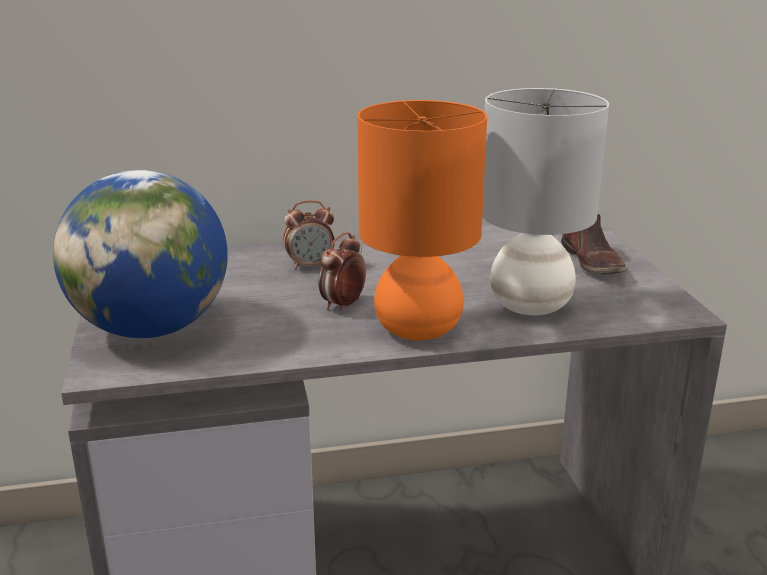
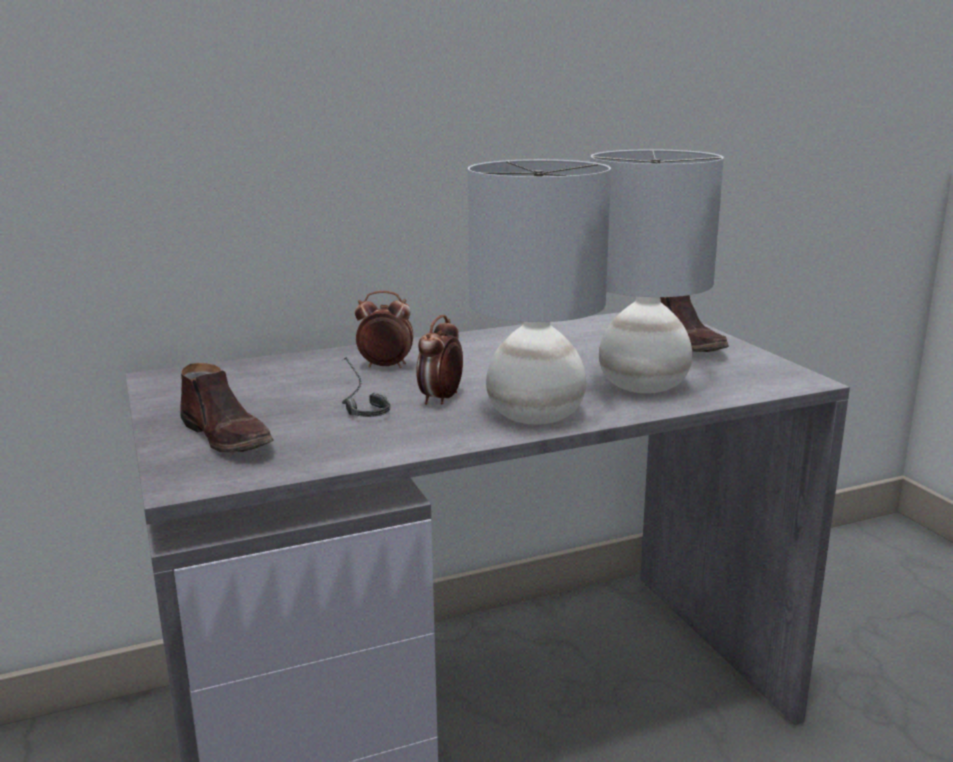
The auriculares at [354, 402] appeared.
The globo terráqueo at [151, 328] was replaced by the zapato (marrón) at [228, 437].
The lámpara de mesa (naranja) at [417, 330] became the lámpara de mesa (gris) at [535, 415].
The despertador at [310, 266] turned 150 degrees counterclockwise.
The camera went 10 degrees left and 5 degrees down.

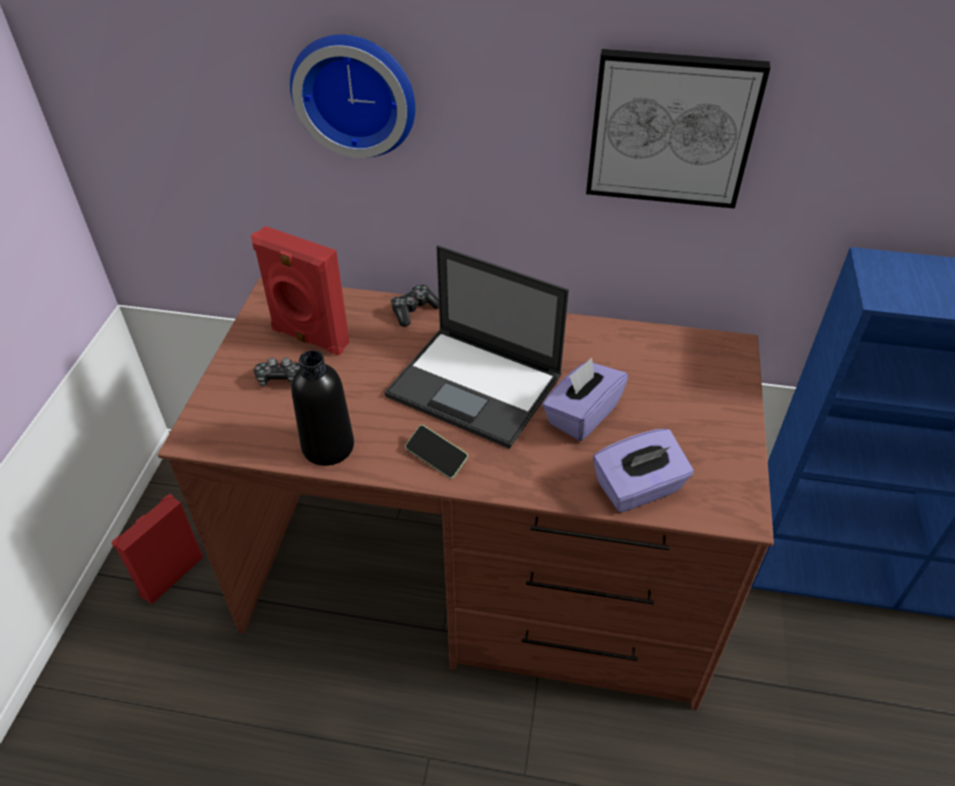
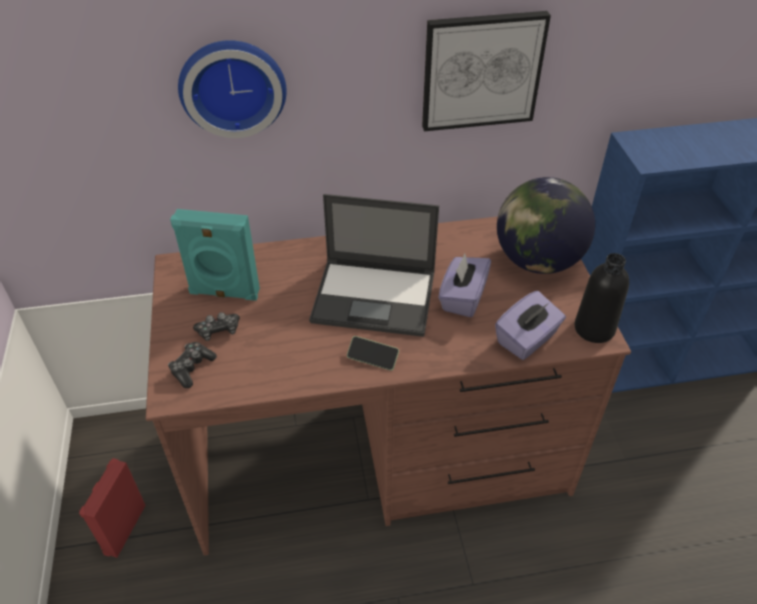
The globo terráqueo at [537, 261] appeared.
The botella (negro) moved from [328, 446] to [594, 328].
The mando de consola moved from [414, 310] to [192, 368].
The altavoz (rojo) at [309, 338] became the altavoz (turquesa) at [224, 293].
The camera went 20 degrees left and 0 degrees up.

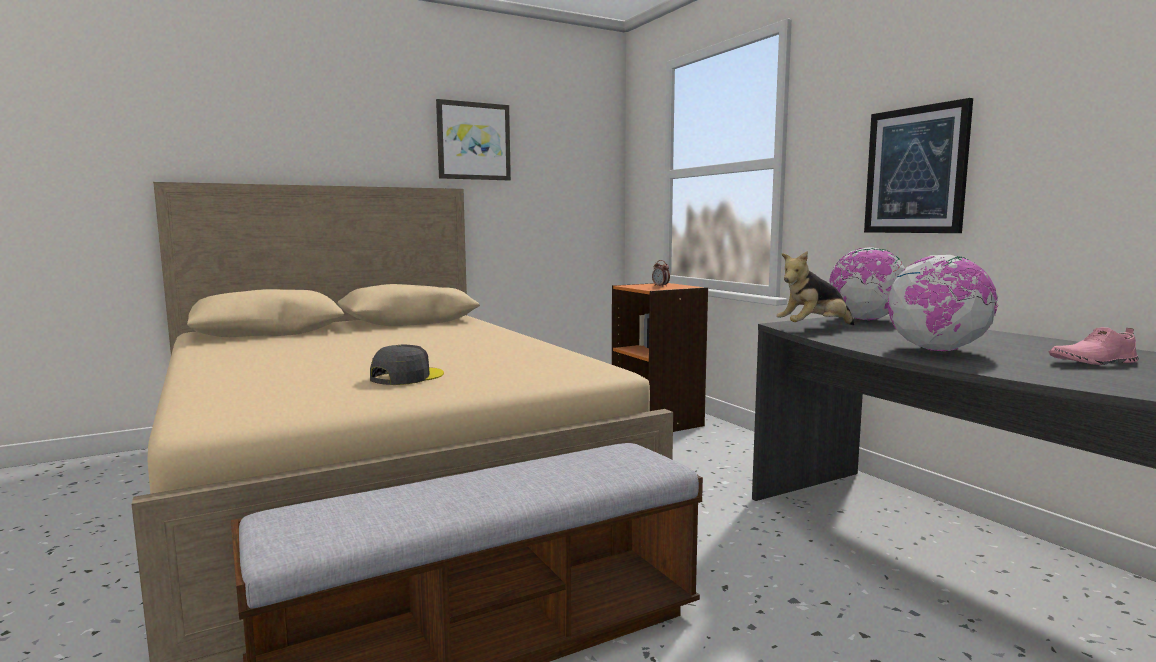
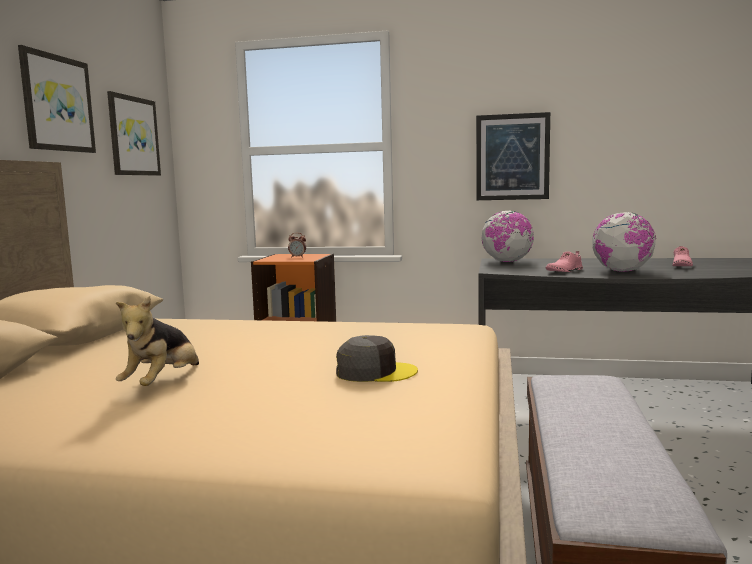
The cuadro at [133, 136] appeared.
The zapato (rosa) at [564, 271] appeared.
The peluche moved from [814, 328] to [163, 383].
The gorra (gris) at [406, 377] turned 105 degrees clockwise.
The camera went 50 degrees left and 0 degrees up.

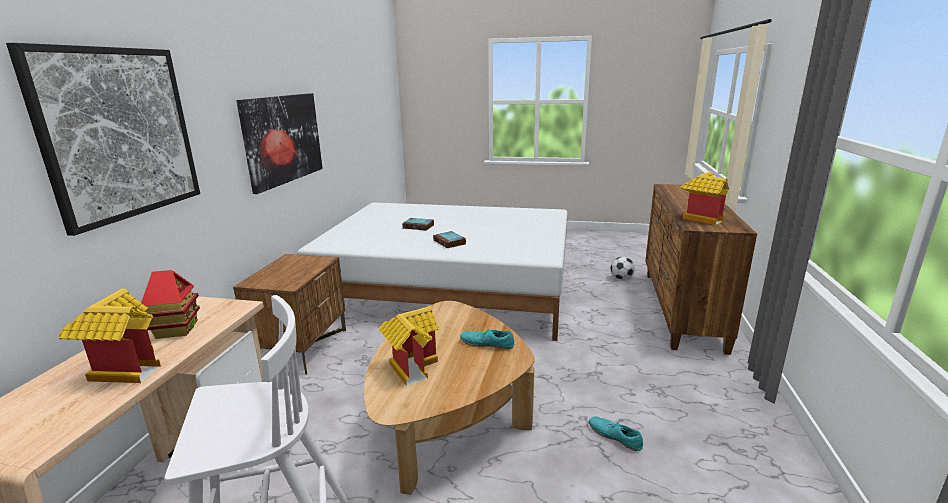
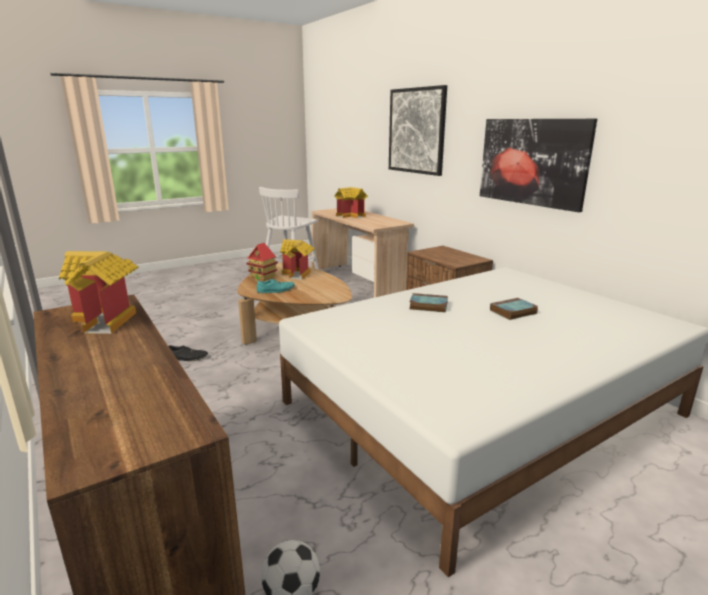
The casita moved from [177, 329] to [263, 277].
The zapato (turquesa) at [615, 436] became the zapato (negro) at [187, 358].
The camera went 135 degrees right and 0 degrees up.

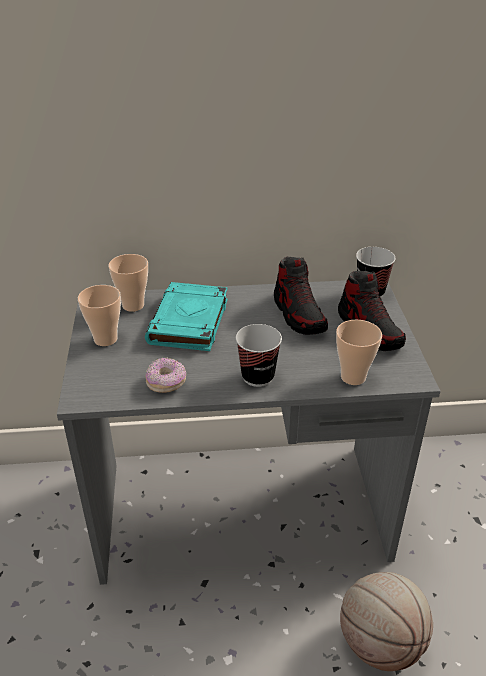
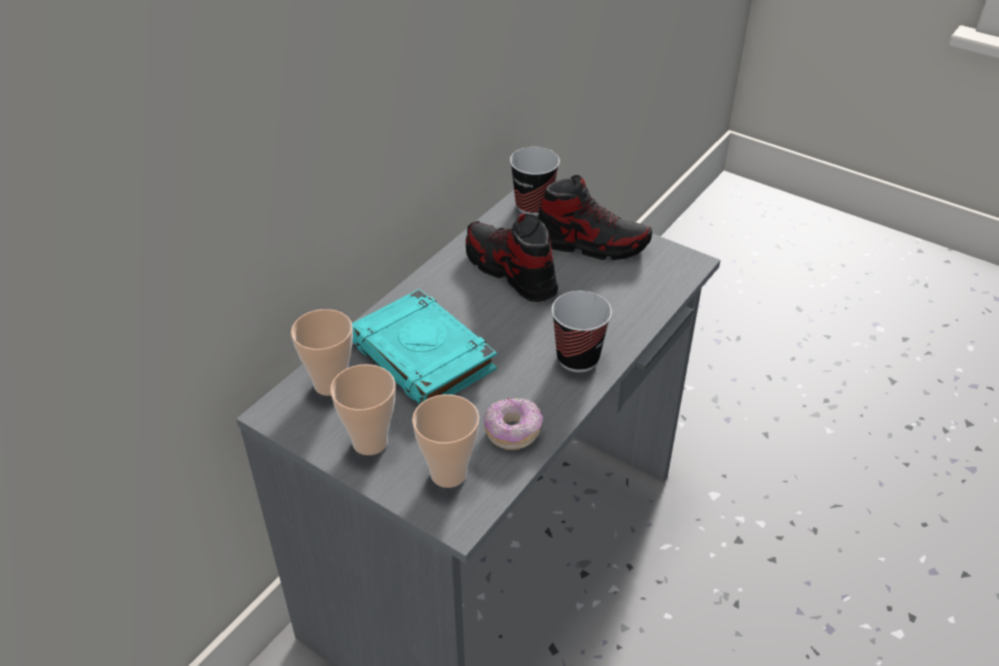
The balón de baloncesto at [380, 642] disappeared.
The taza moved from [353, 377] to [448, 473].
The zapato at [299, 314] turned 150 degrees counterclockwise.
The camera went 50 degrees left and 5 degrees up.

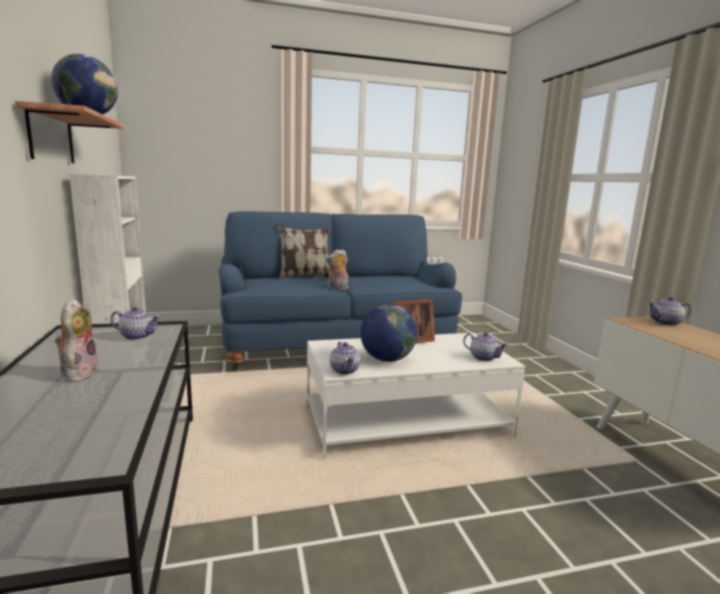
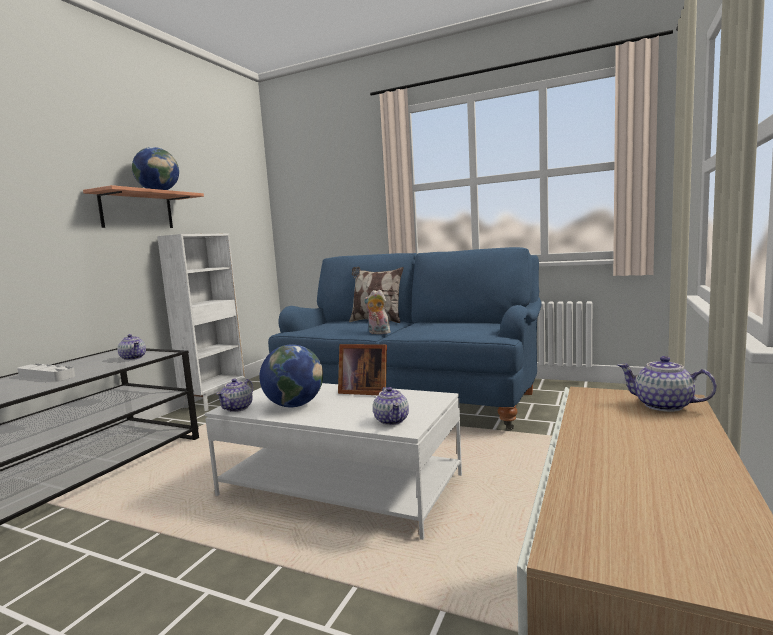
The peluche at [79, 373] was replaced by the bandeja (gris) at [46, 376].
The camera went 40 degrees right and 5 degrees down.

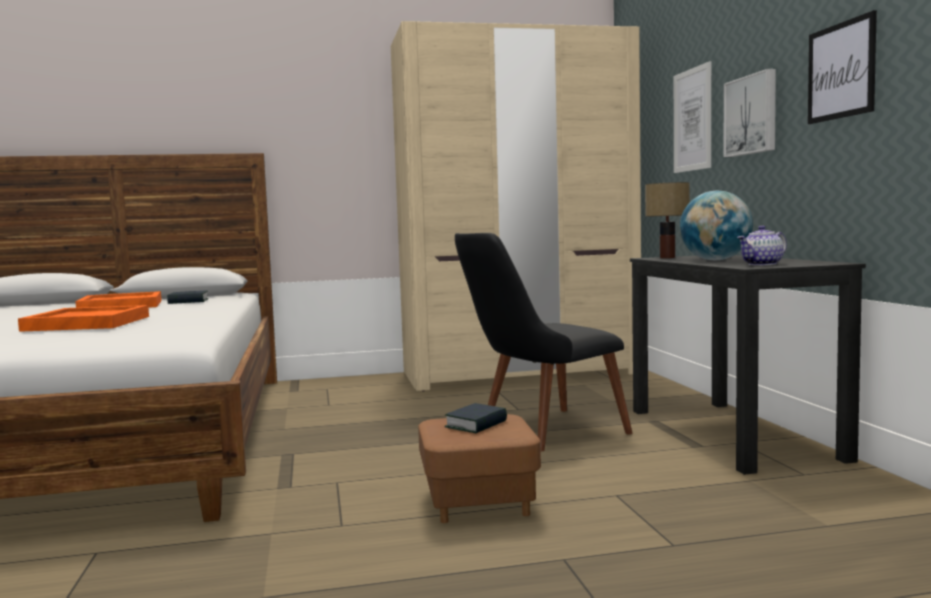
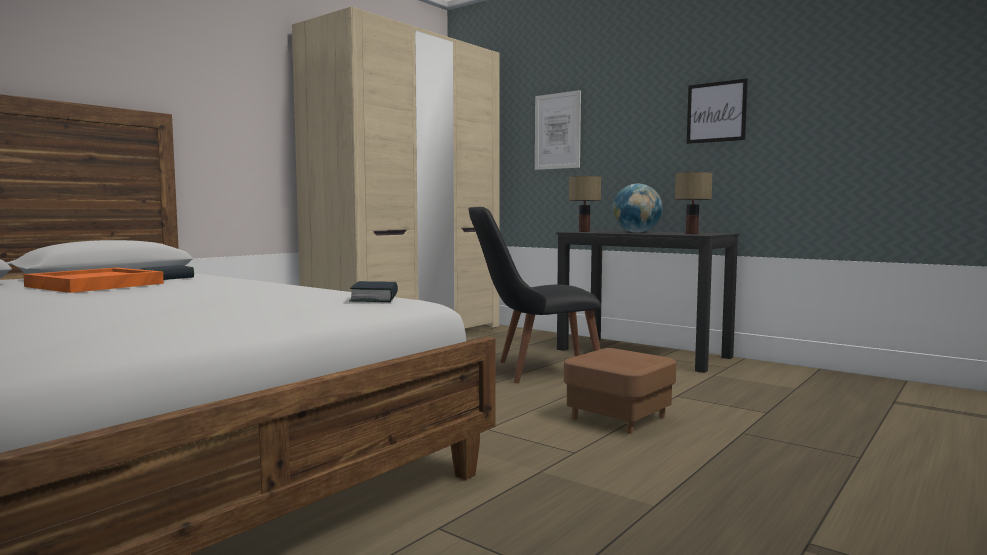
The bandeja (naranja) at [87, 323] disappeared.
The cuadro at [752, 115] disappeared.
The libro moved from [476, 424] to [375, 298].
The tetera at [762, 264] was replaced by the lámpara de mesa at [692, 233].
The silla (negro) at [538, 432] turned 60 degrees clockwise.
The camera went 40 degrees left and 0 degrees up.

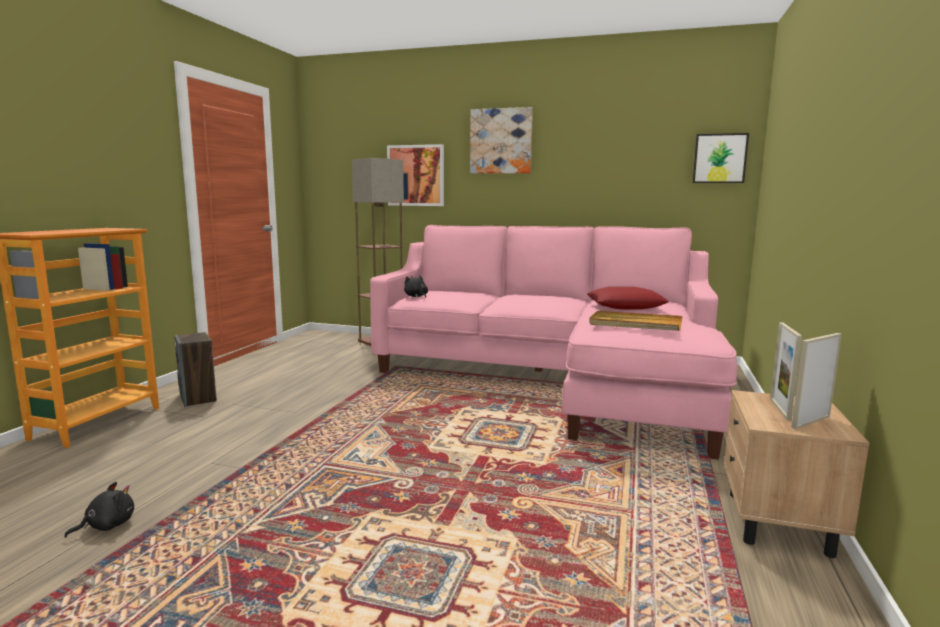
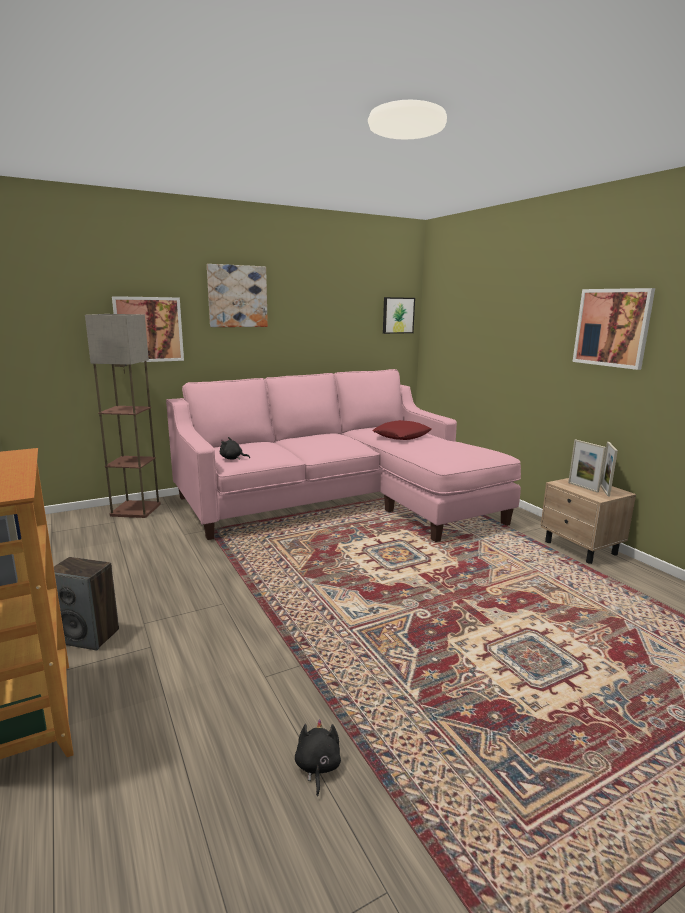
The bandeja (beis) at [635, 324] disappeared.
The cuadro at [612, 327] appeared.
The camera went 45 degrees left and 5 degrees up.

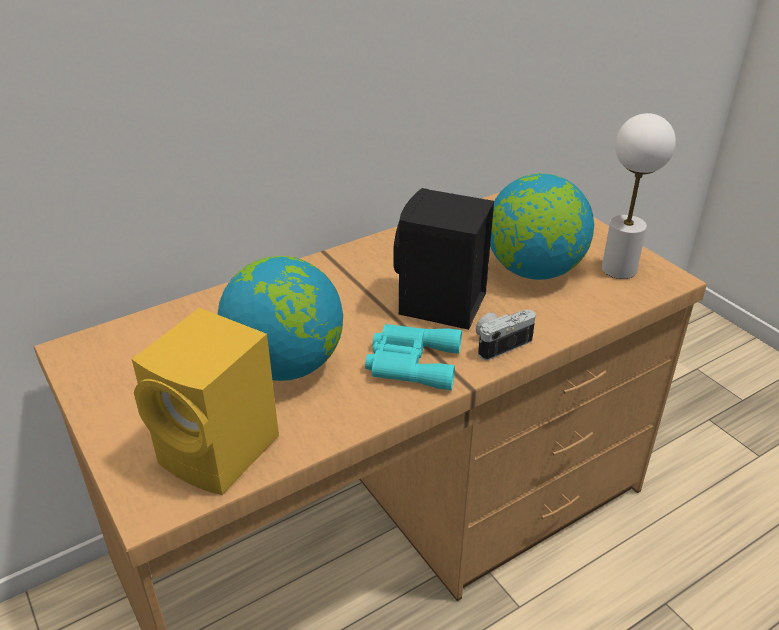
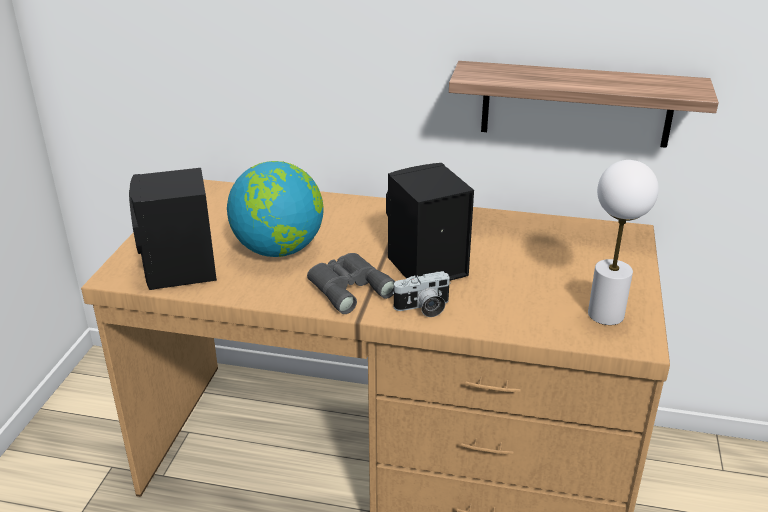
The globo terráqueo at [533, 271] disappeared.
The estante at [576, 104] appeared.
The altavoz (amarillo) at [221, 453] became the altavoz (negro) at [180, 272].
The prismáticos (turquesa) at [411, 362] became the prismáticos (gris) at [348, 287].
The cámara at [500, 343] turned 150 degrees clockwise.
The camera went 45 degrees right and 5 degrees down.

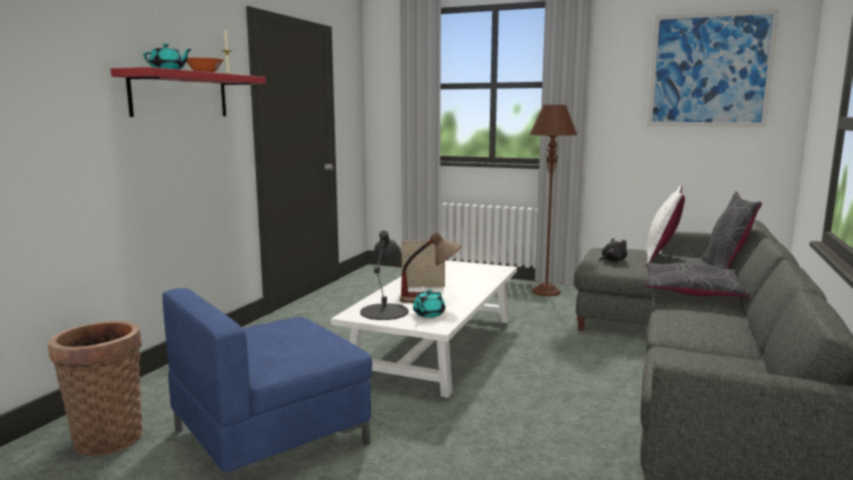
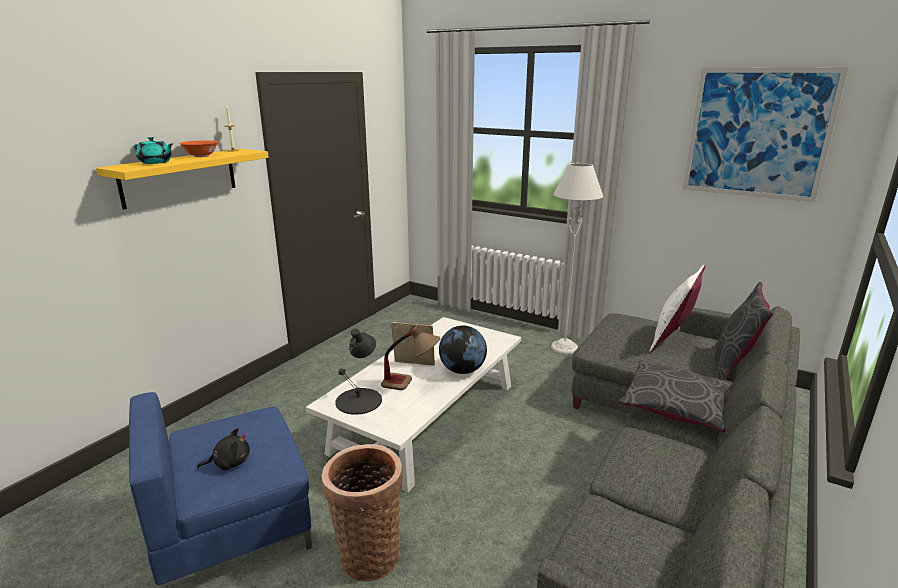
The tetera (turquesa) at [428, 314] disappeared.
The globo terráqueo at [462, 370] appeared.
The cesta moved from [107, 437] to [368, 553].
The peluche (negro) moved from [612, 260] to [229, 463].
The estante (rojo) at [180, 95] became the estante (amarillo) at [180, 177].
The lámpara de pie (marrón) at [546, 292] became the lámpara de pie (gris) at [564, 347].
The camera went 10 degrees right and 10 degrees up.

